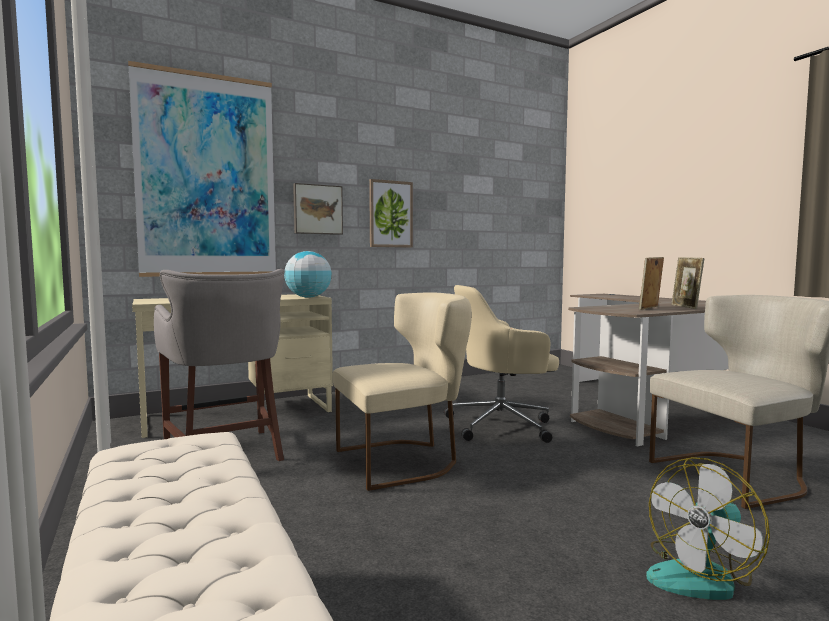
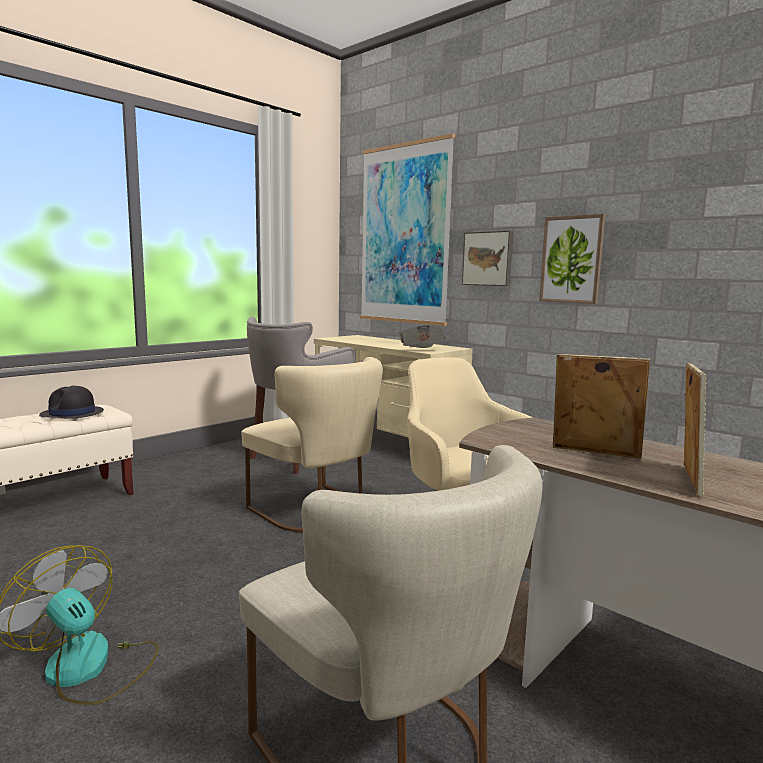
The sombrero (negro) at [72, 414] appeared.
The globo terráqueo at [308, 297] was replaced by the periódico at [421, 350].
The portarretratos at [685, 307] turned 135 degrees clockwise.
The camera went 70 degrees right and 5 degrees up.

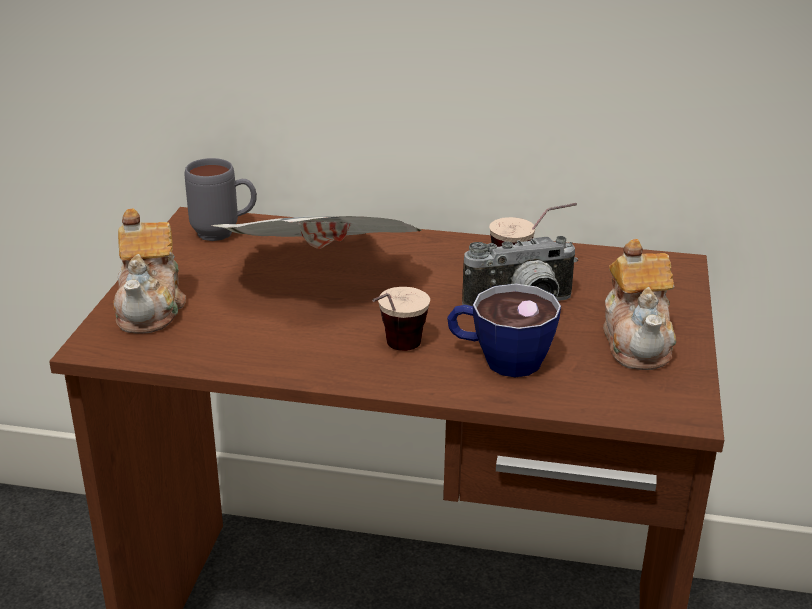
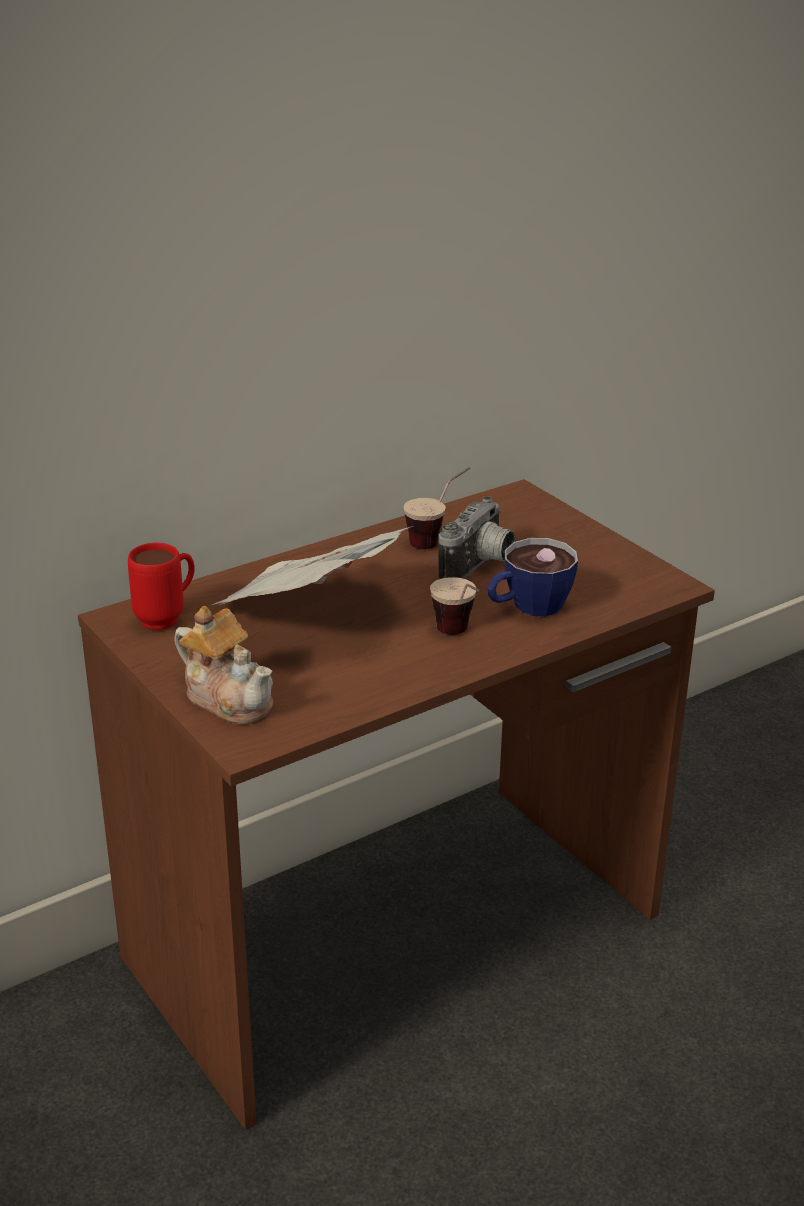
The tetera at [637, 341] disappeared.
The taza grande (gris) at [225, 234] became the taza grande (rojo) at [168, 617].
The camera went 45 degrees left and 0 degrees up.

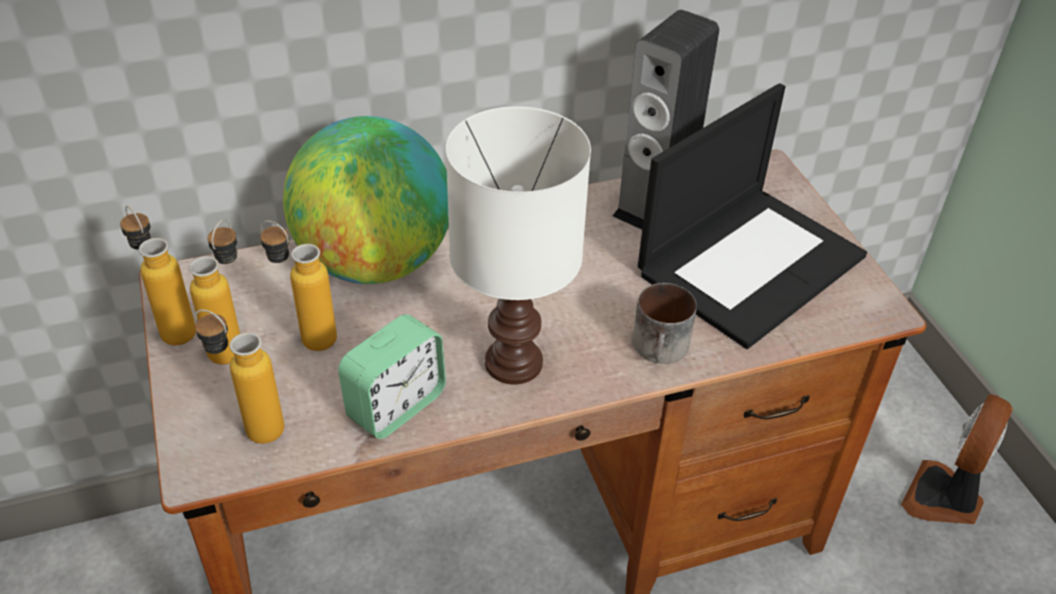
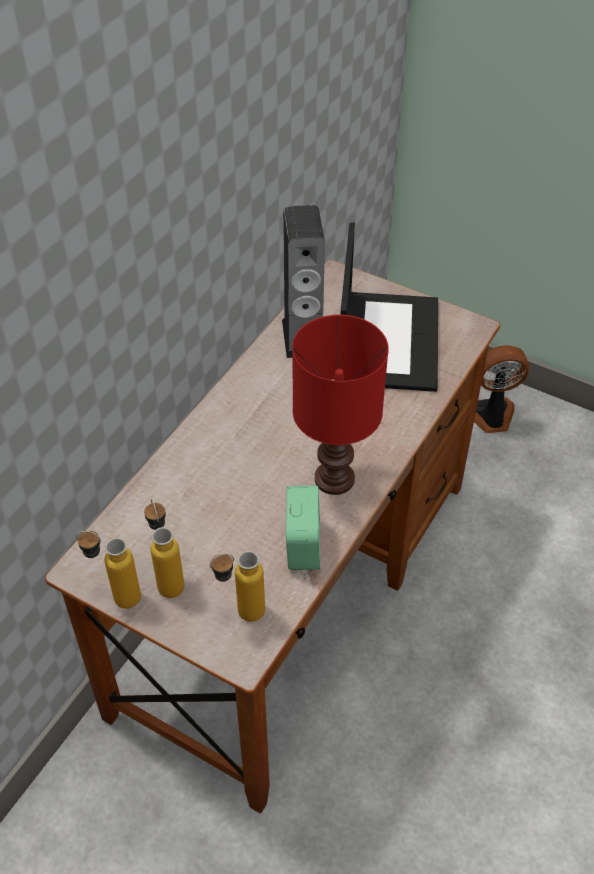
The botella at [306, 335] disappeared.
The globo terráqueo at [375, 262] disappeared.
The taza grande at [662, 349] disappeared.
The lámpara de mesa (blanco) at [511, 363] became the lámpara de mesa (rojo) at [333, 480].
The ventilador at [945, 498] turned 90 degrees clockwise.
The camera went 40 degrees left and 5 degrees up.

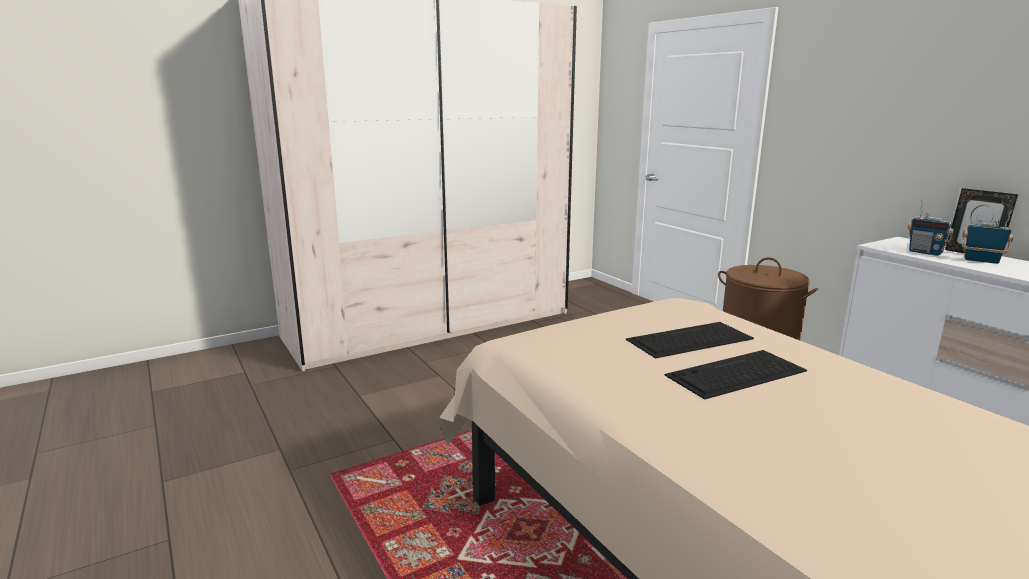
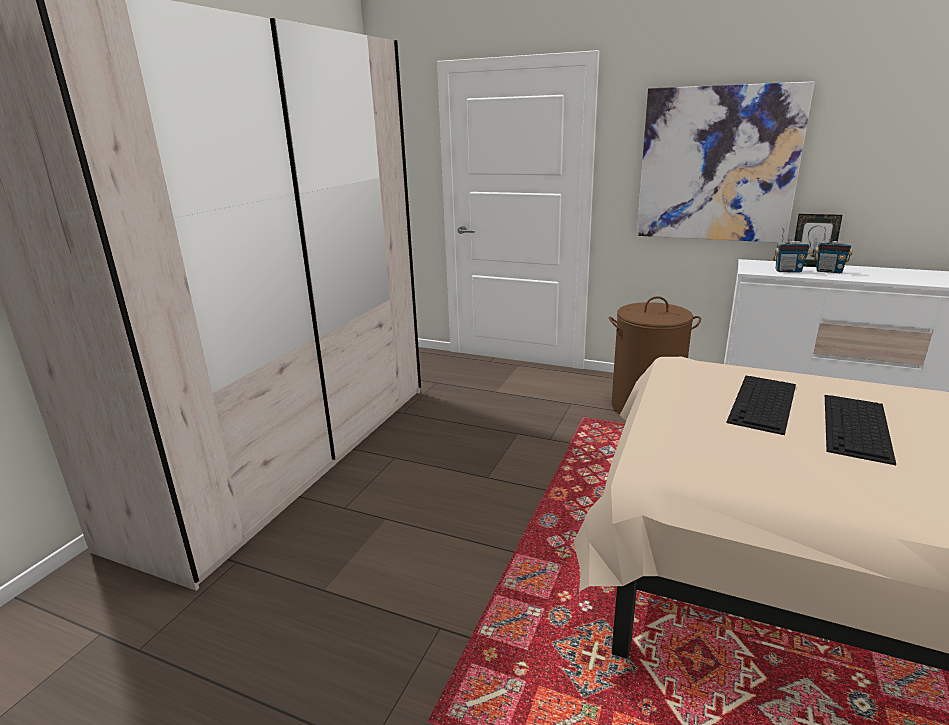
The cuadro at [717, 165] appeared.
The radio at [981, 261] turned 150 degrees counterclockwise.
The camera went 35 degrees left and 5 degrees up.

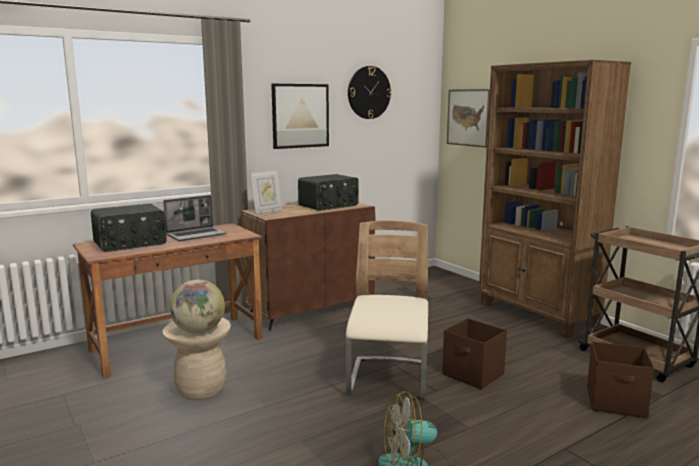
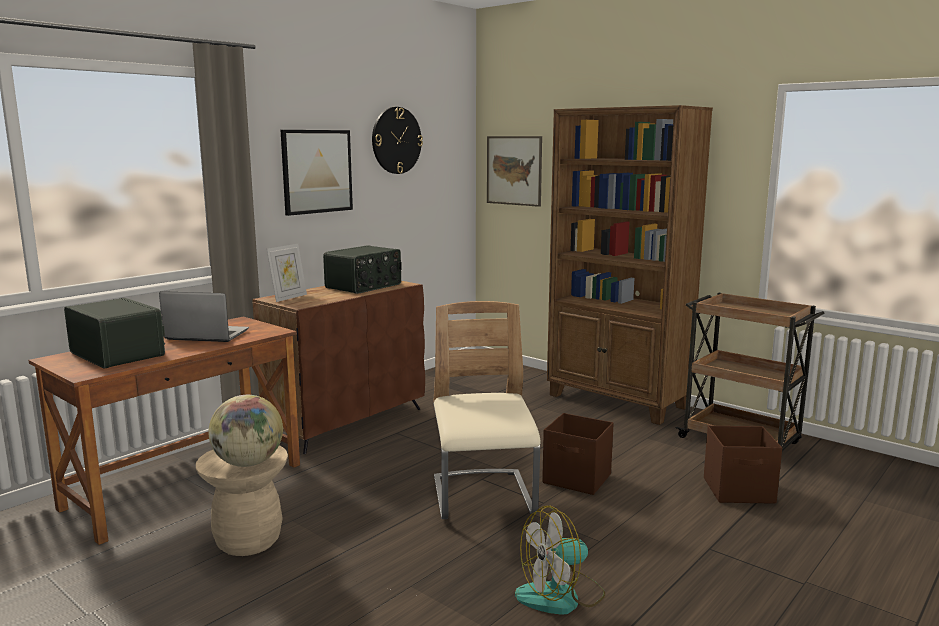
The radio at [130, 243] turned 90 degrees counterclockwise.
The portátil at [196, 235] turned 120 degrees counterclockwise.
The camera went 15 degrees left and 0 degrees up.

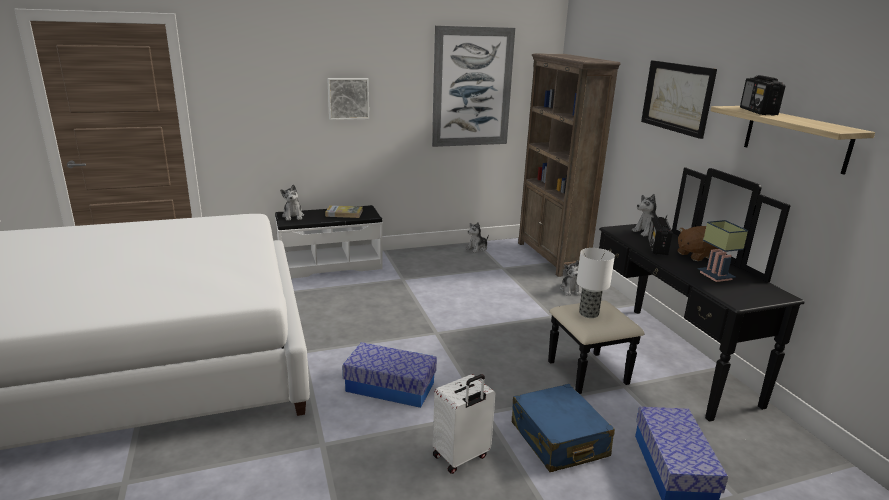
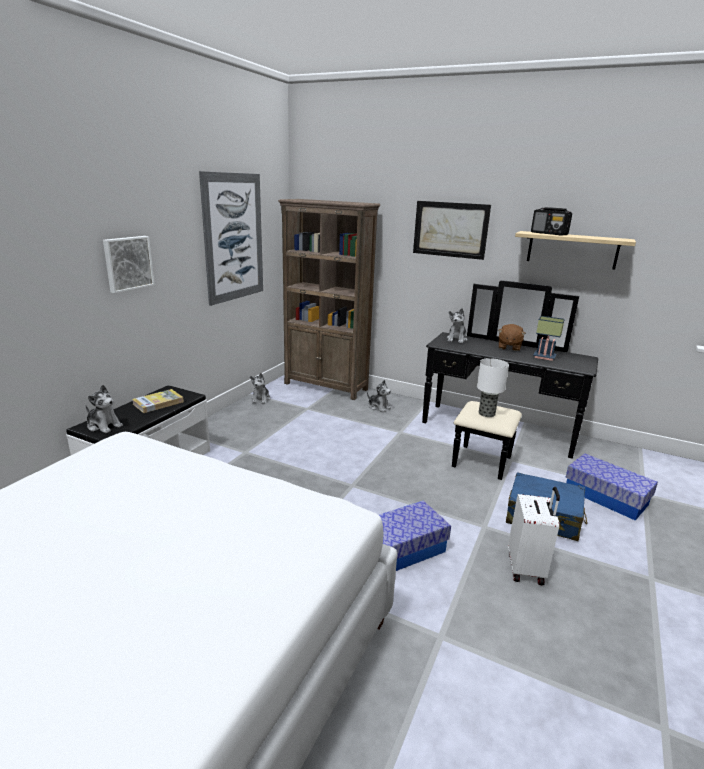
The radio at [657, 248] disappeared.
The camera went 45 degrees left and 0 degrees up.

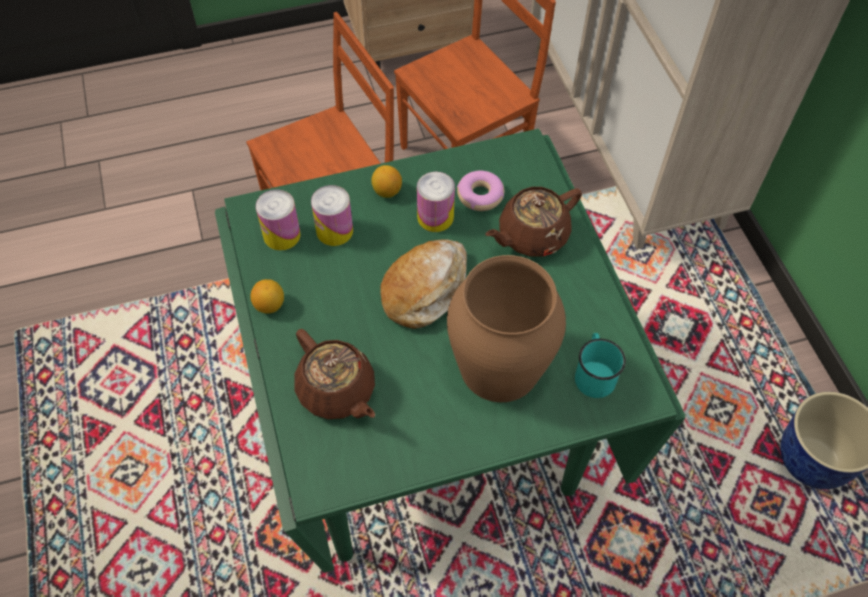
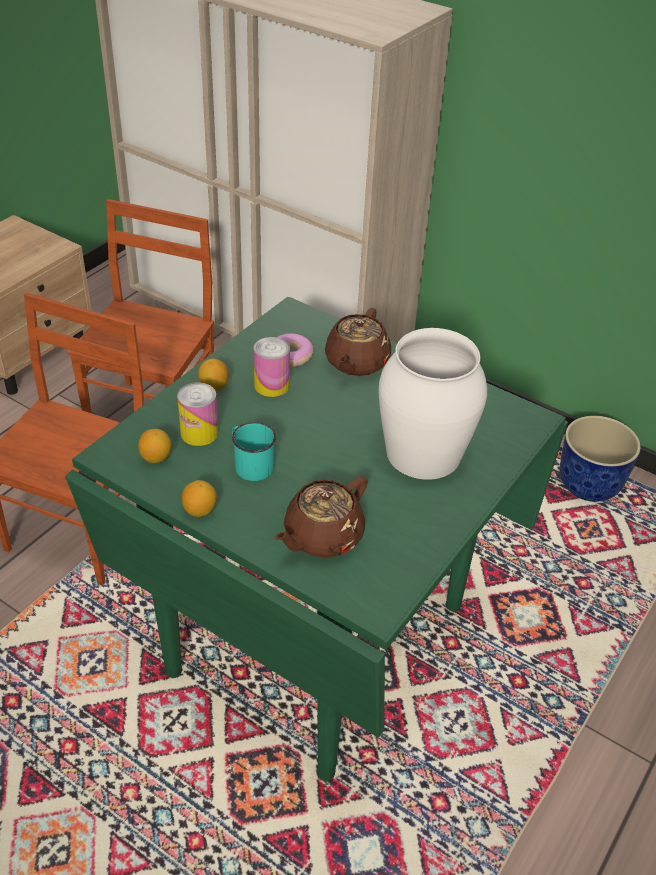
The pan at [425, 289] disappeared.
The taza grande (turquesa) moved from [594, 373] to [250, 464].
The lata at [282, 235] was replaced by the limón at [156, 458].
The florero (marrón) at [500, 367] became the florero (blanco) at [424, 453].
The tetera (marrón) at [337, 391] turned 120 degrees clockwise.
The camera went 40 degrees left and 15 degrees down.

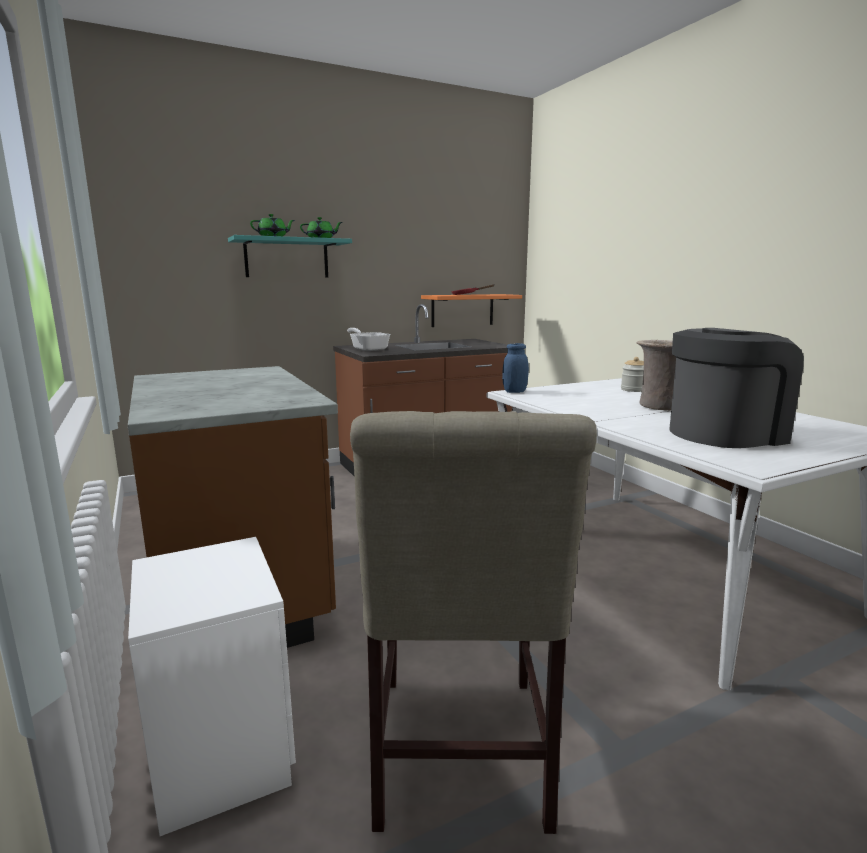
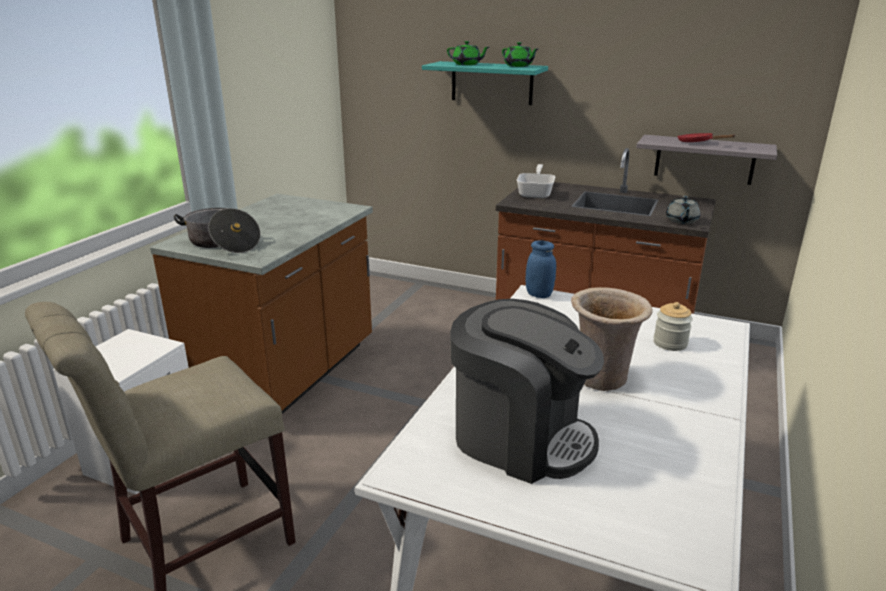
The olla at [222, 243] appeared.
The tetera (gris) at [681, 221] appeared.
The estante (naranja) at [462, 310] became the estante (gris) at [704, 159].
The camera went 50 degrees right and 10 degrees up.

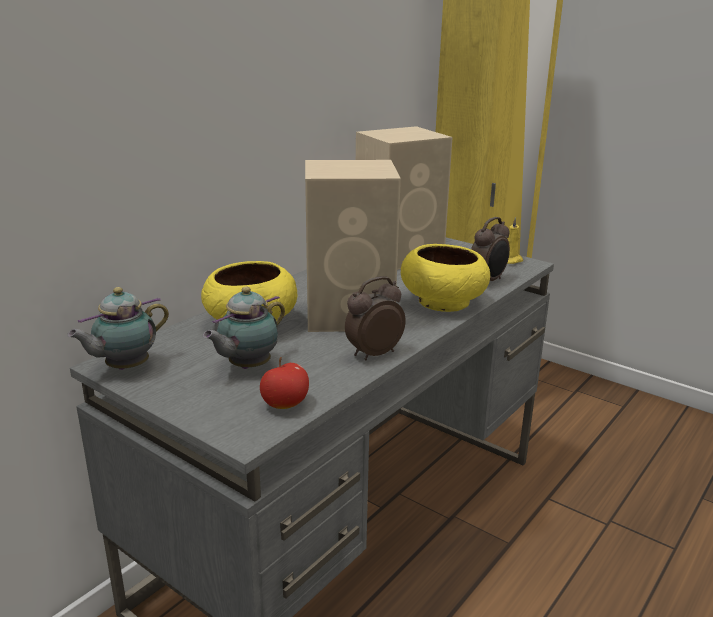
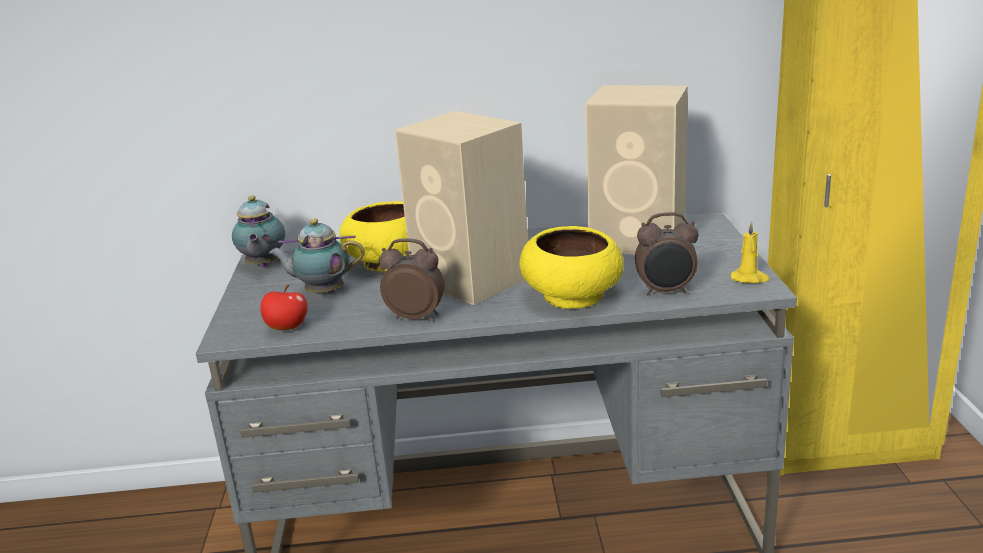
The tetera at [124, 368] turned 105 degrees counterclockwise.
The camera went 50 degrees right and 0 degrees up.

